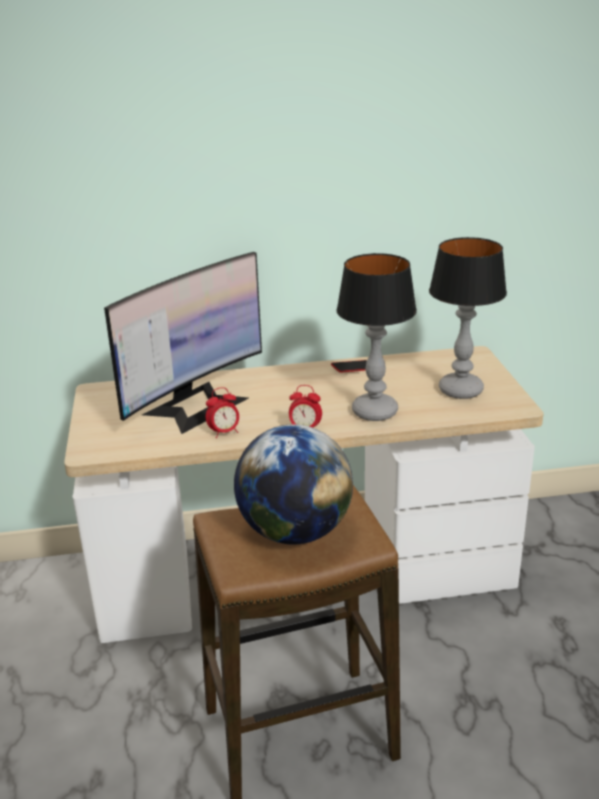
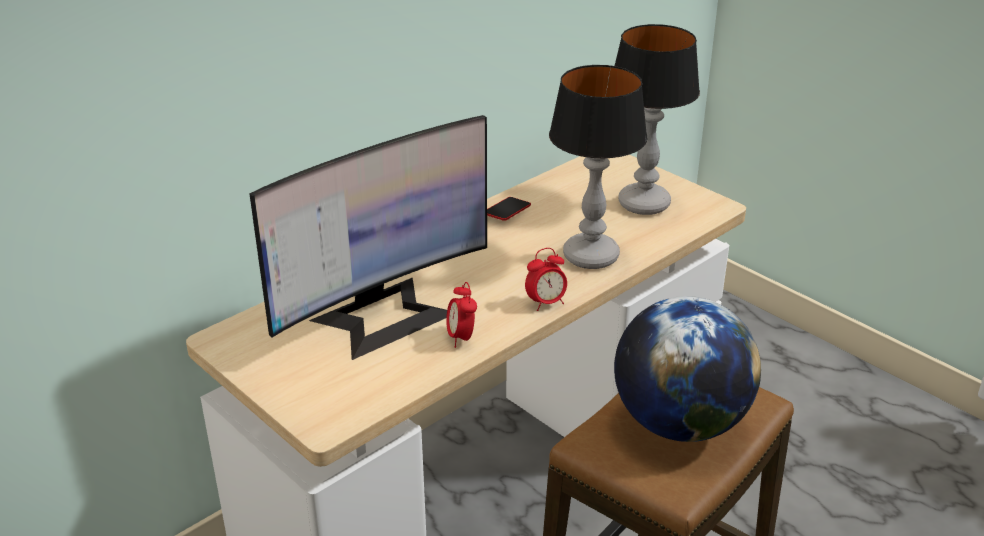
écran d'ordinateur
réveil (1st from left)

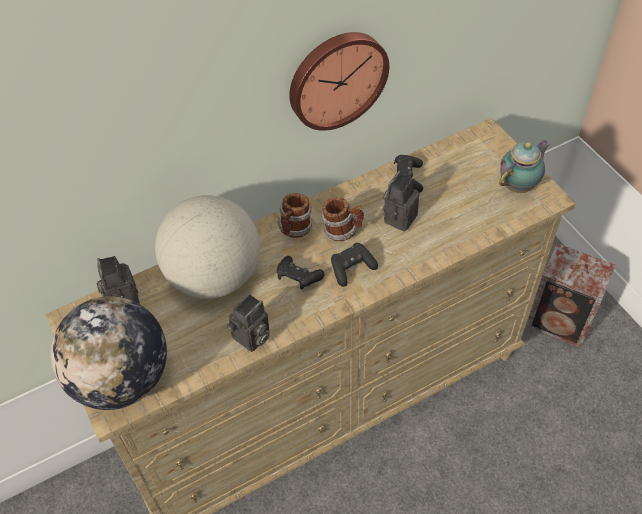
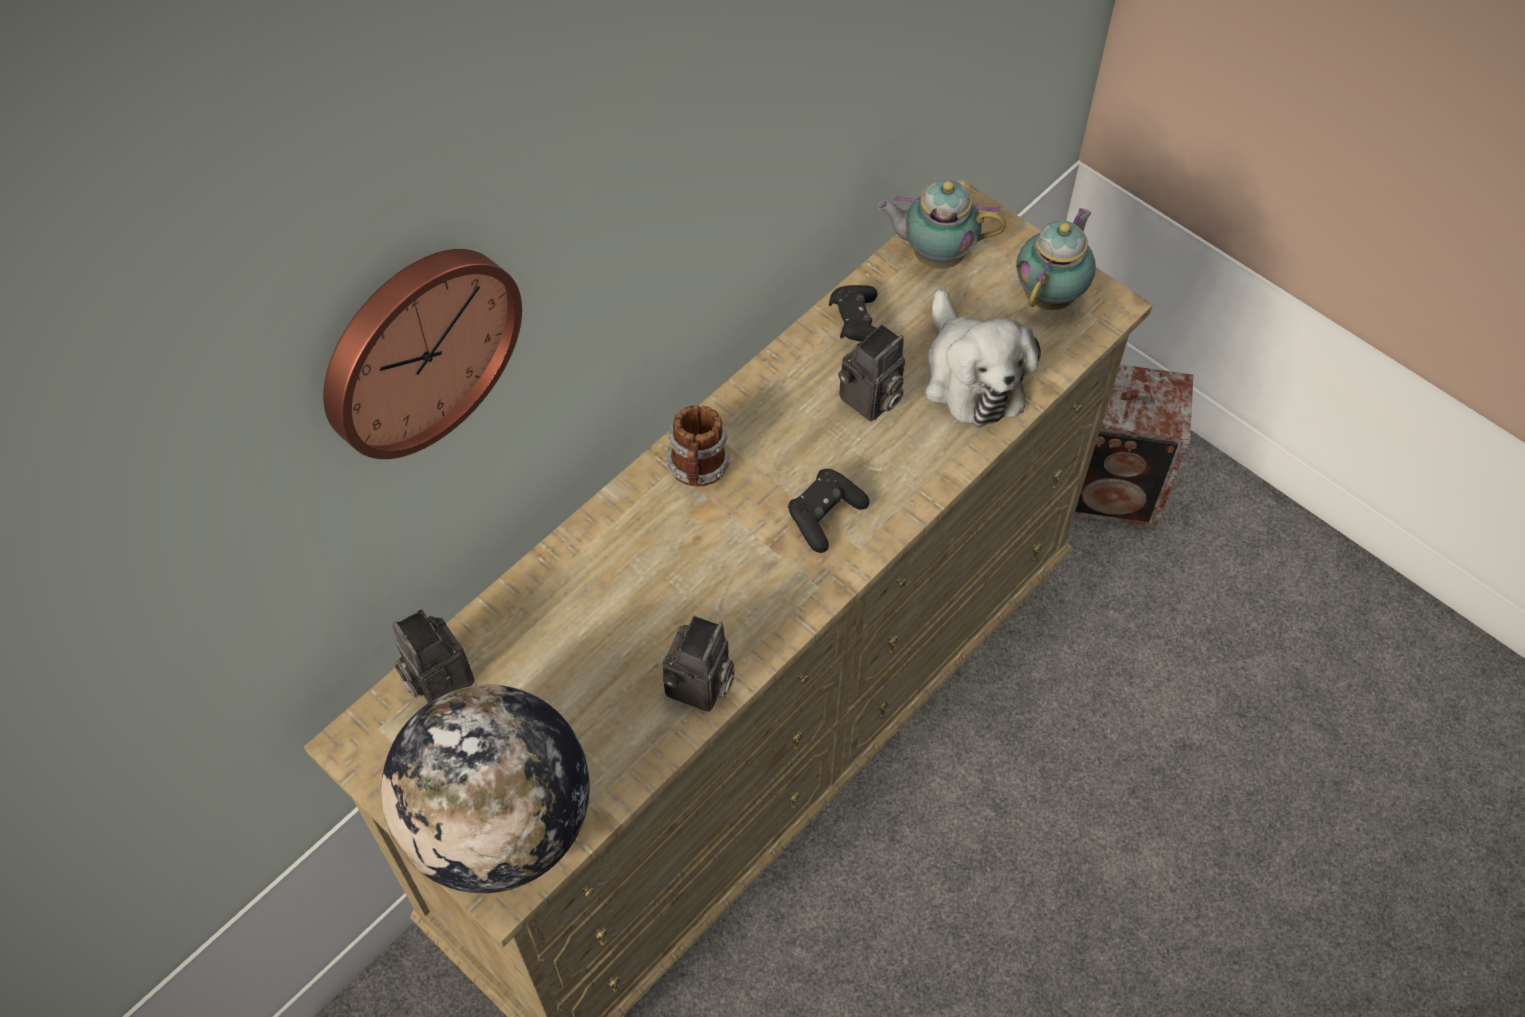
globe (2nd from left in the first image)
manette/noir (1st from left in the first image)
mug (2nd from left in the first image)
théière (1st from left)
peluche
horloge murale
appareil photo (3rd from left)

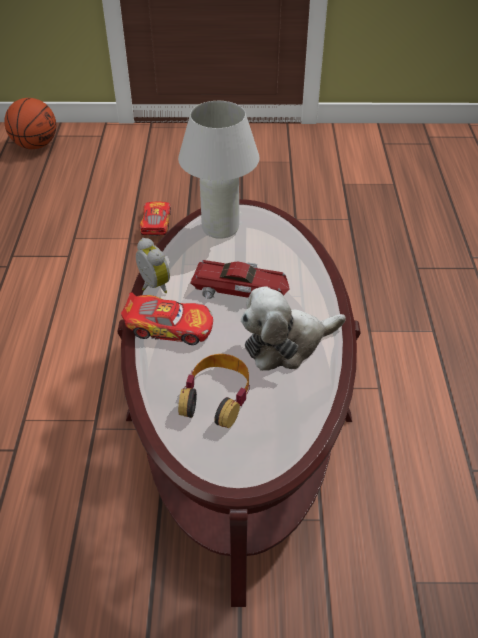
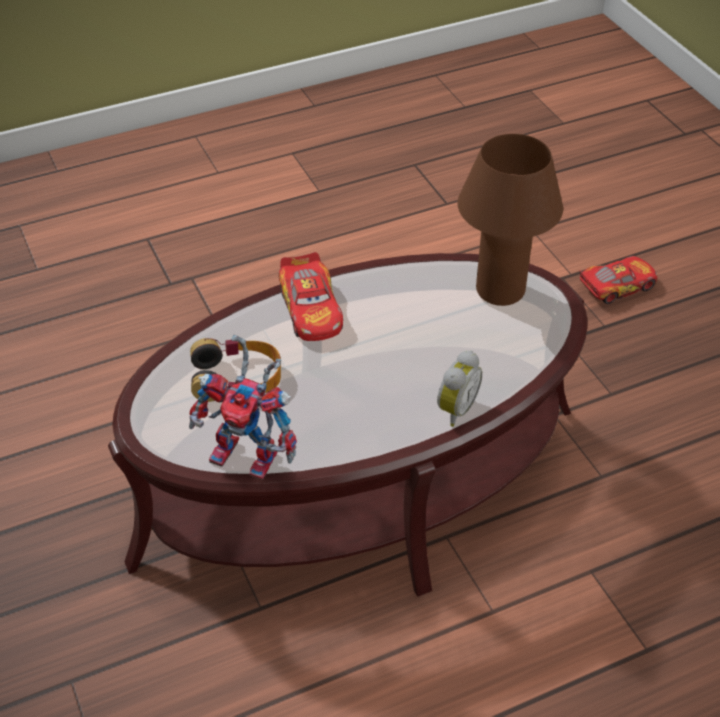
ballon de basket
petite voiture (3rd from left in the first image)
peluche
robot jouet
réveil
lampe de table/marron

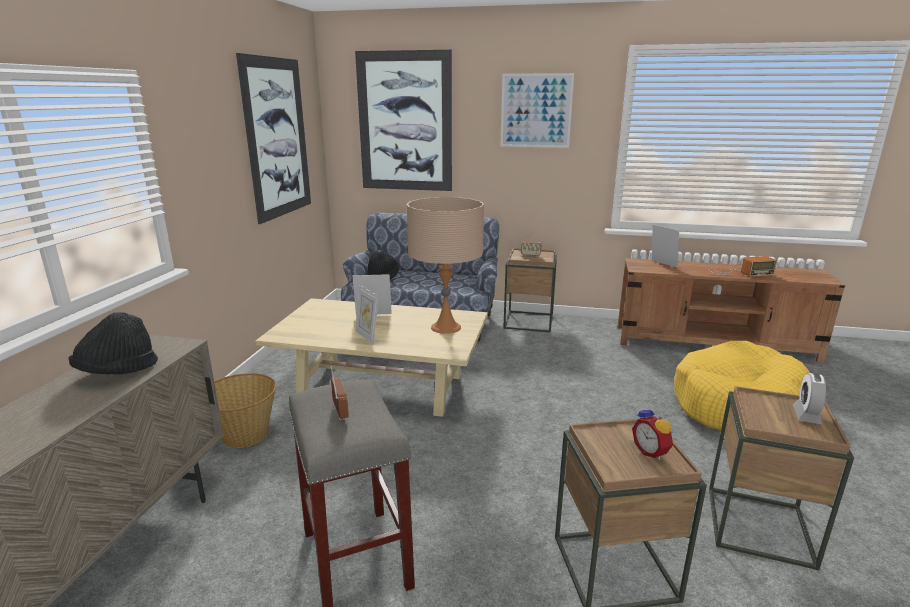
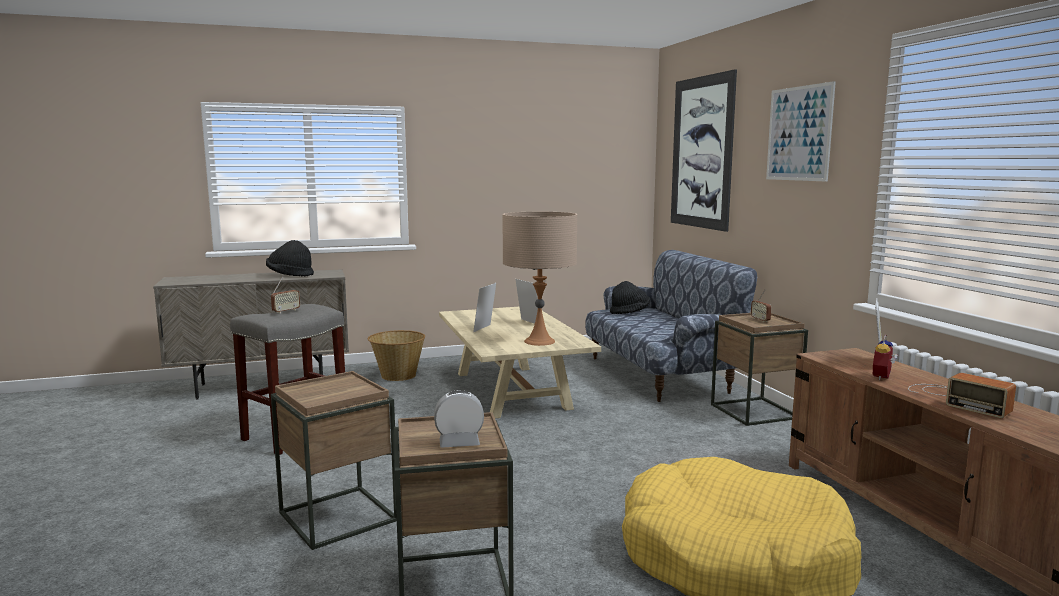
tableau (1st from left in the first image)
réveil (2nd from left)

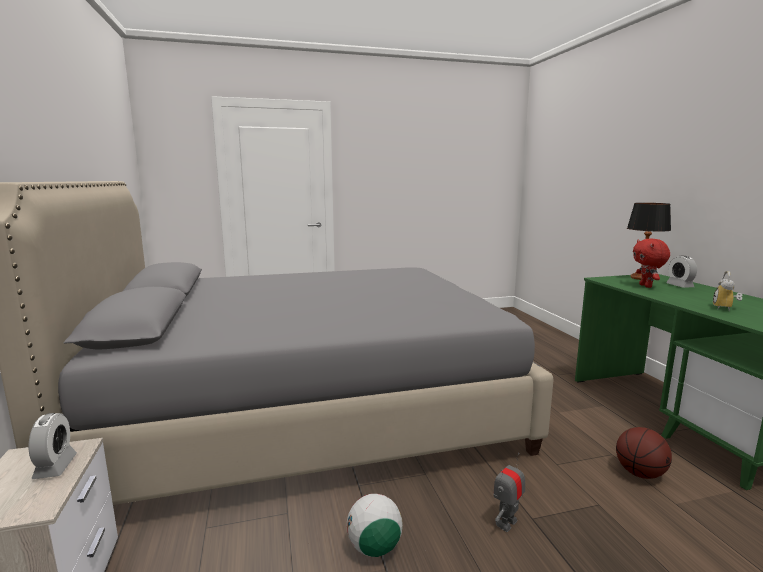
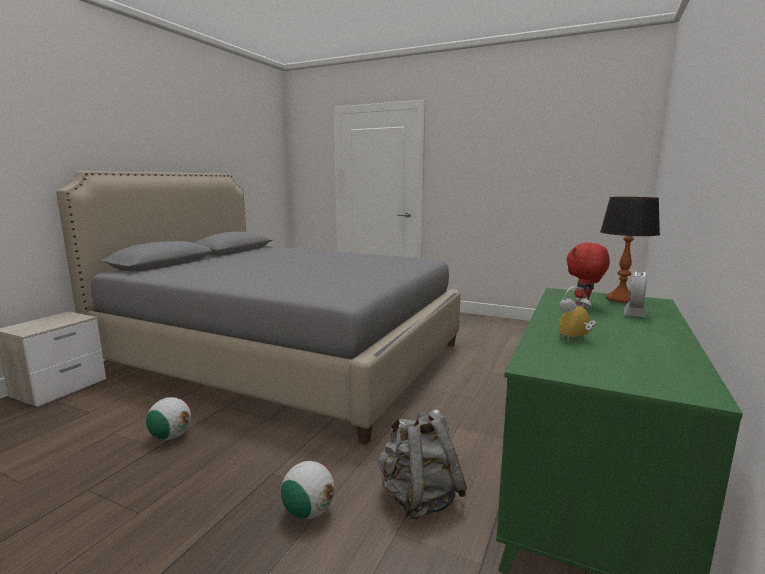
réveil (1st from left in the first image)
robot jouet
ballon de foot (2nd from left)
sac à dos/gris

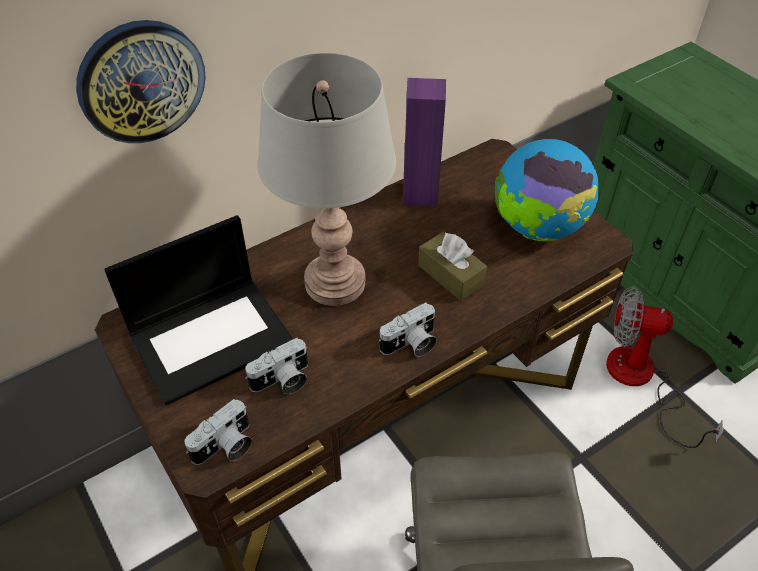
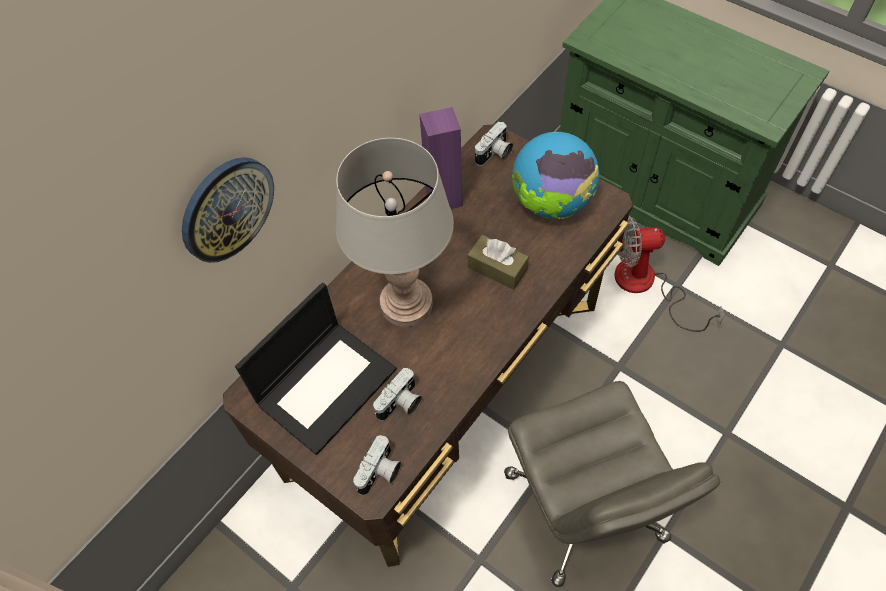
appareil photo (3rd from left)

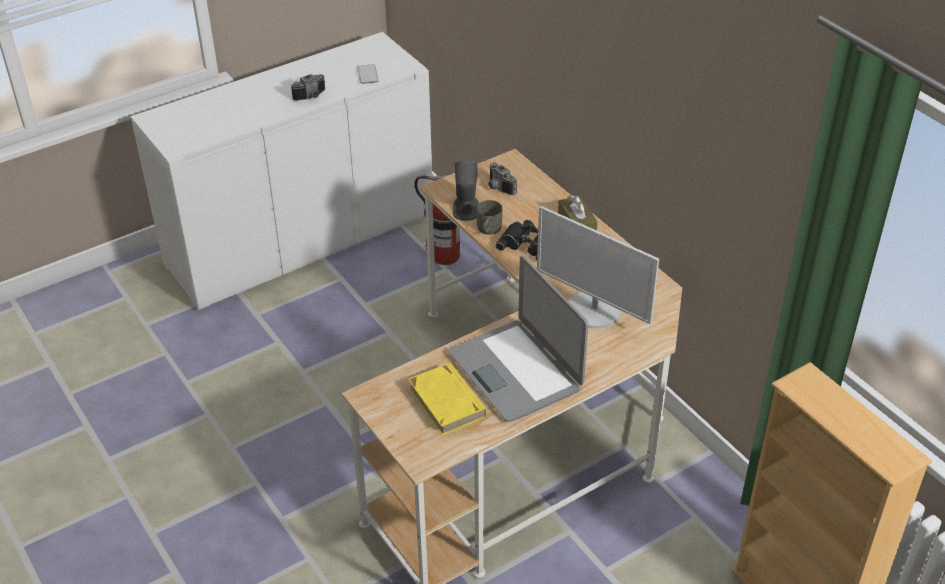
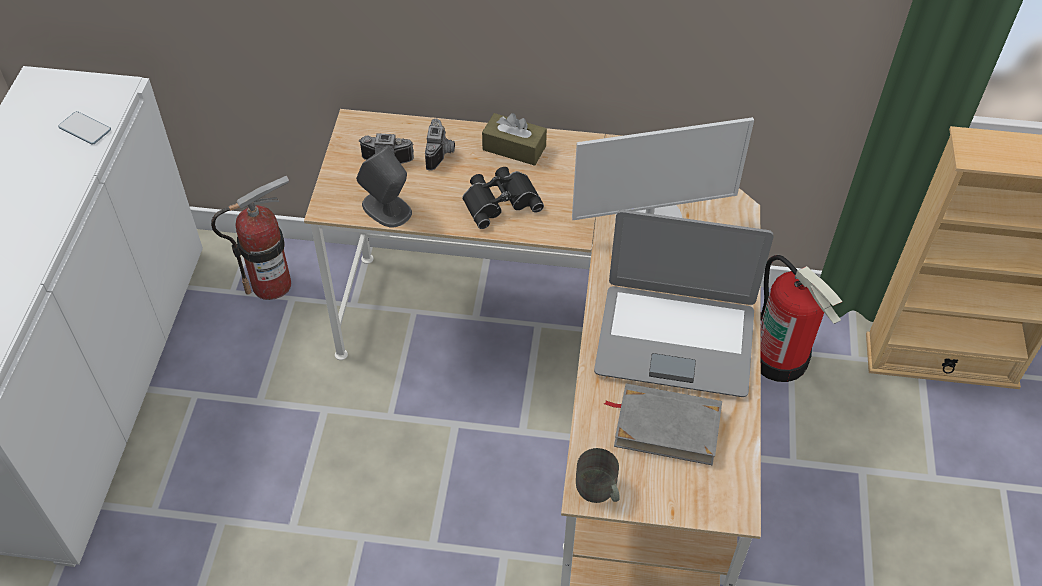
extincteur (2nd from left)
appareil photo (2nd from left)
mug/gris
livre/gris

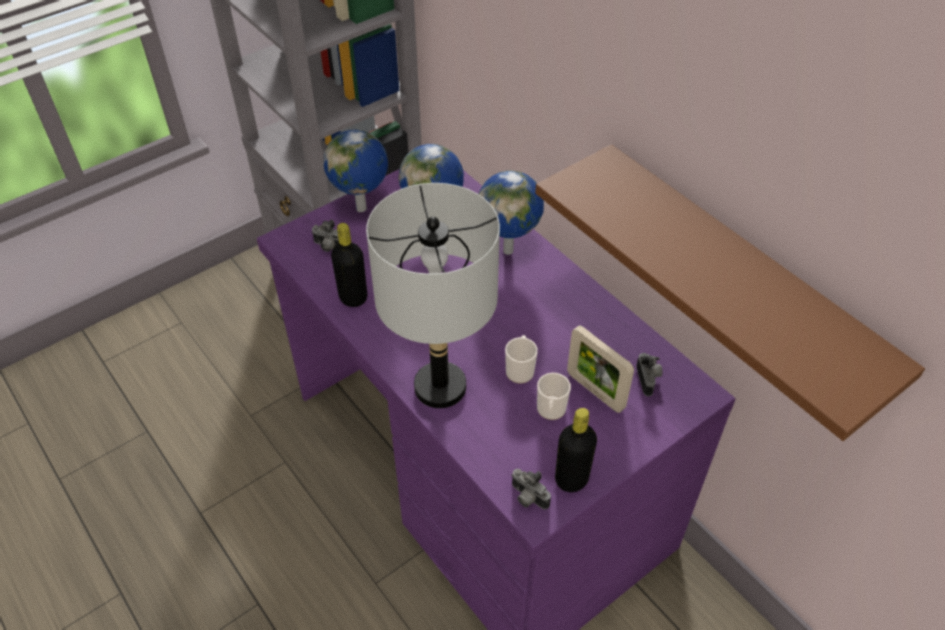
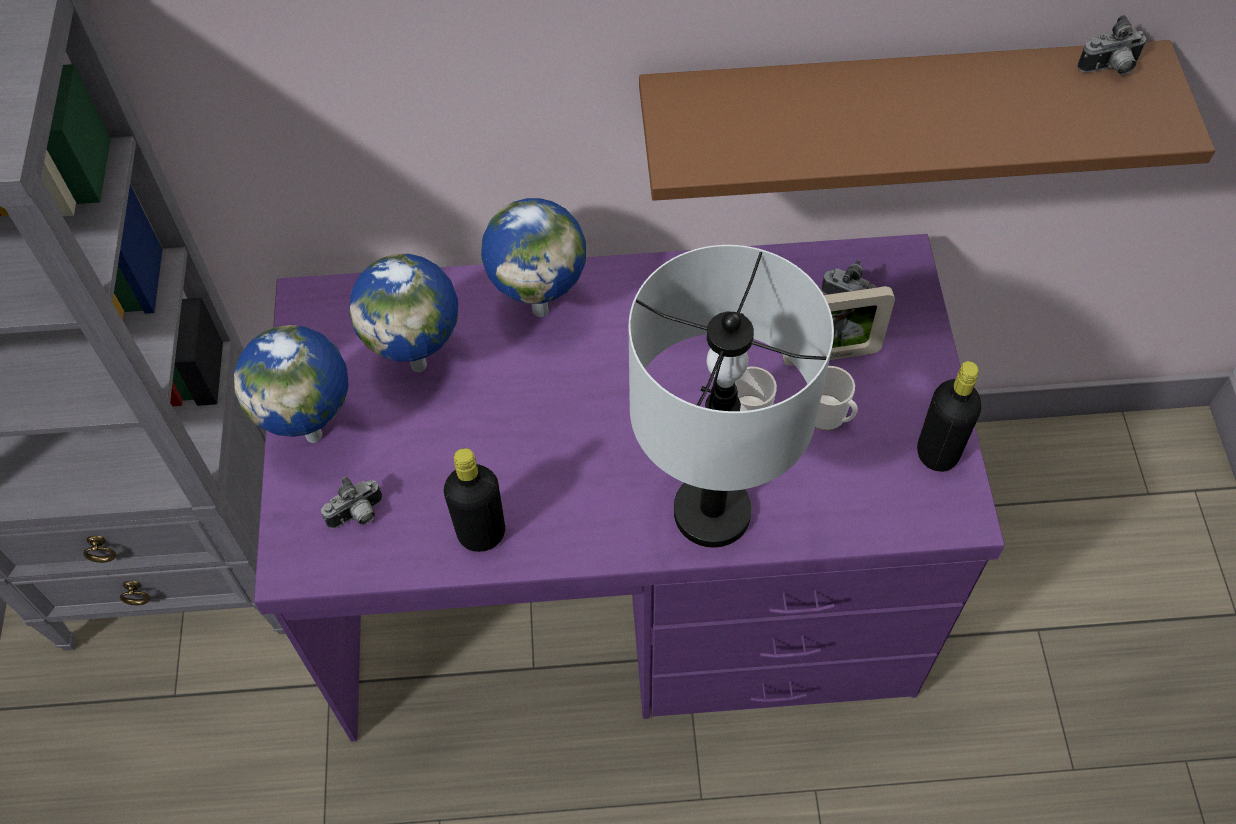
appareil photo (3rd from left)

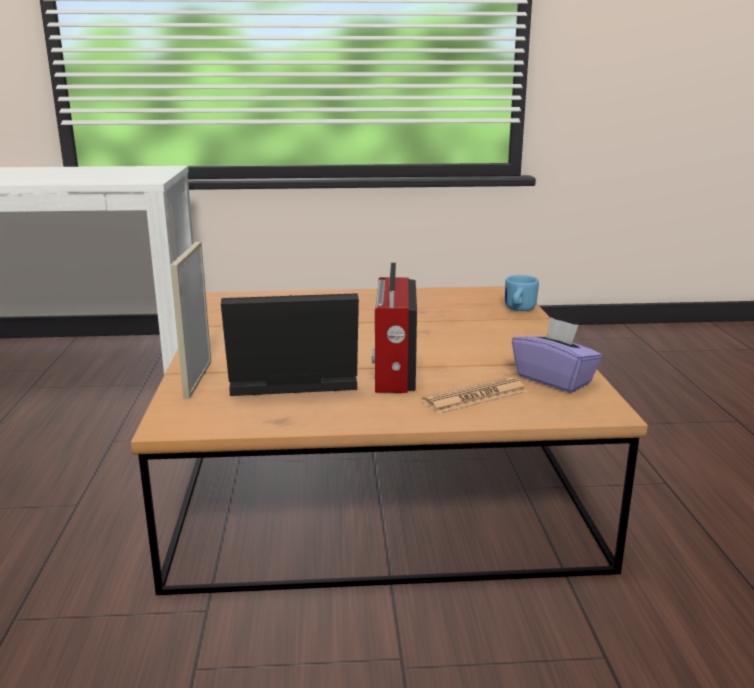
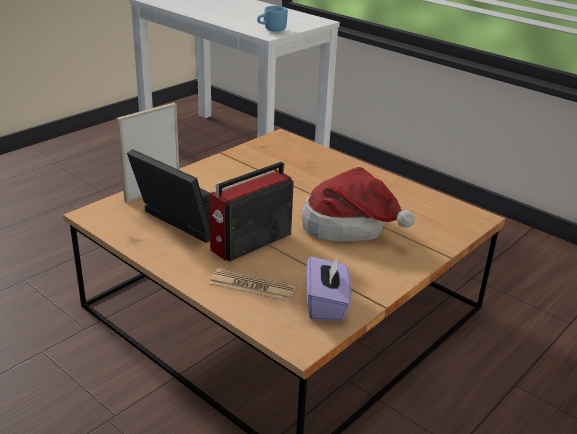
chapeau
mug/bleu

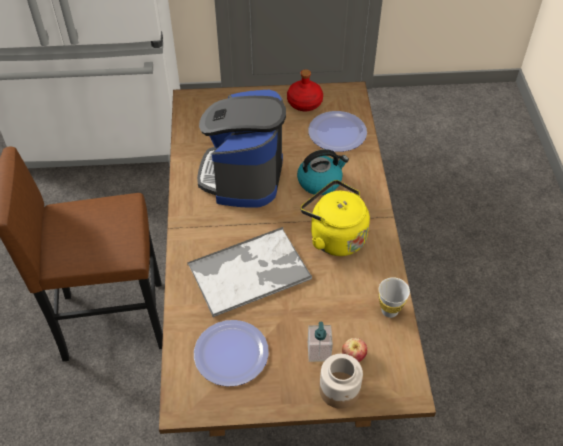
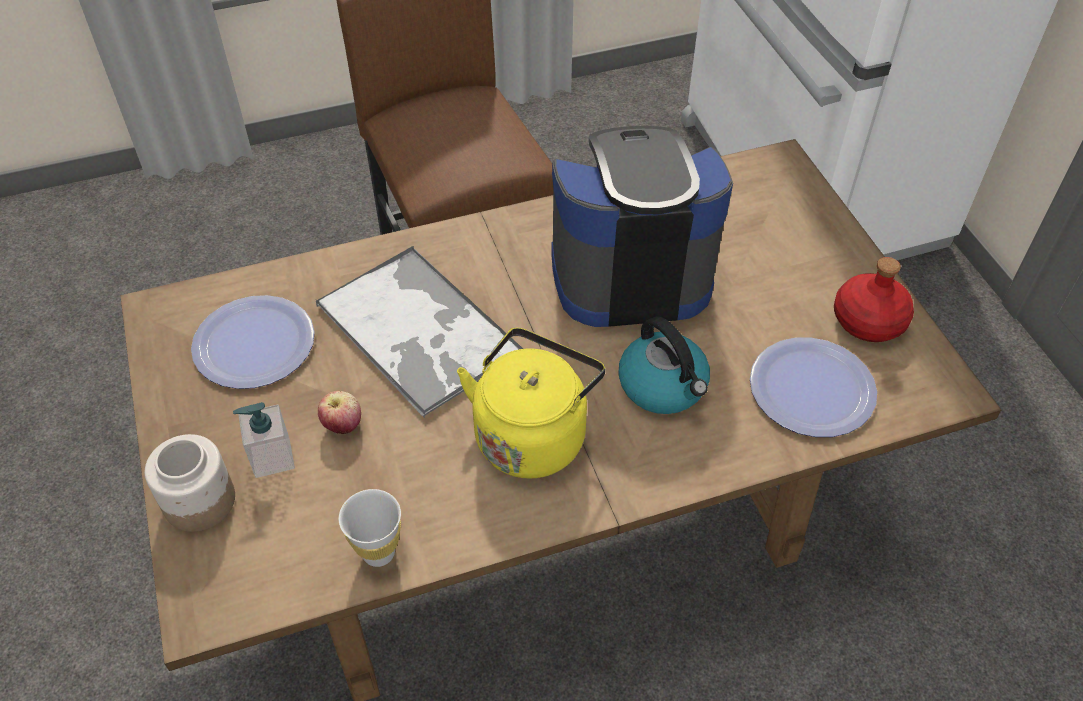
pomme

